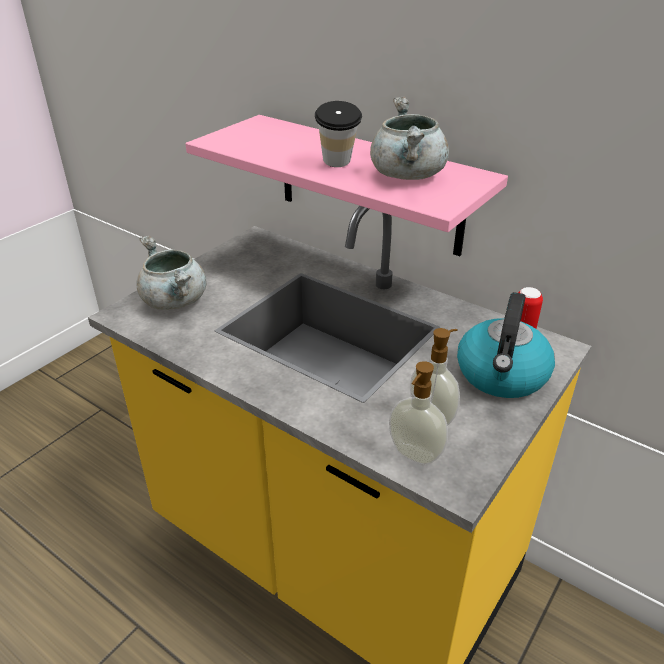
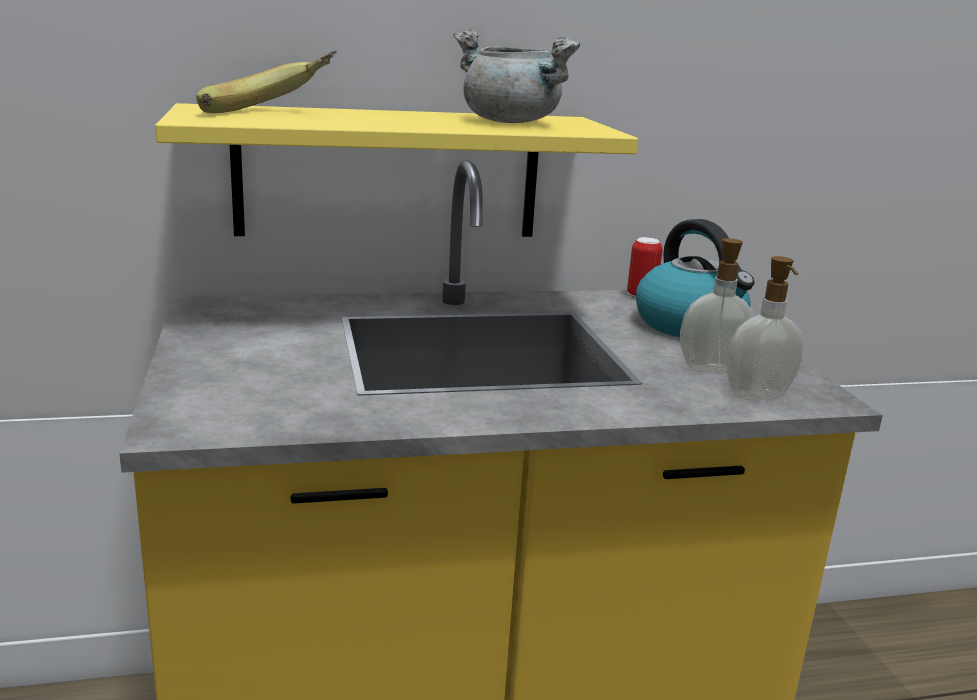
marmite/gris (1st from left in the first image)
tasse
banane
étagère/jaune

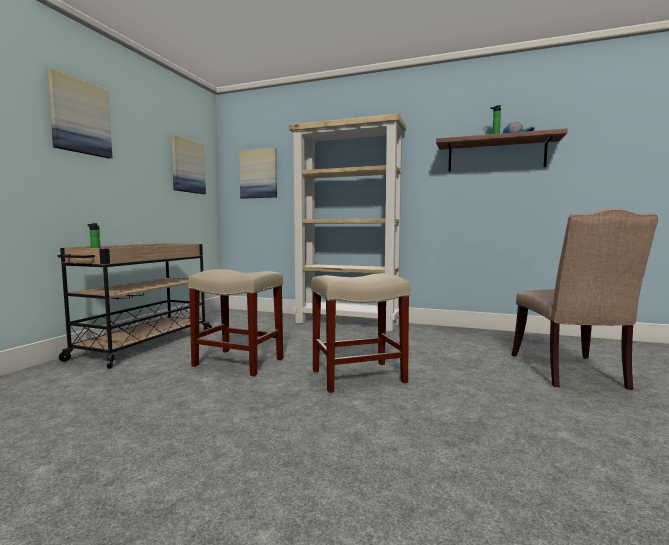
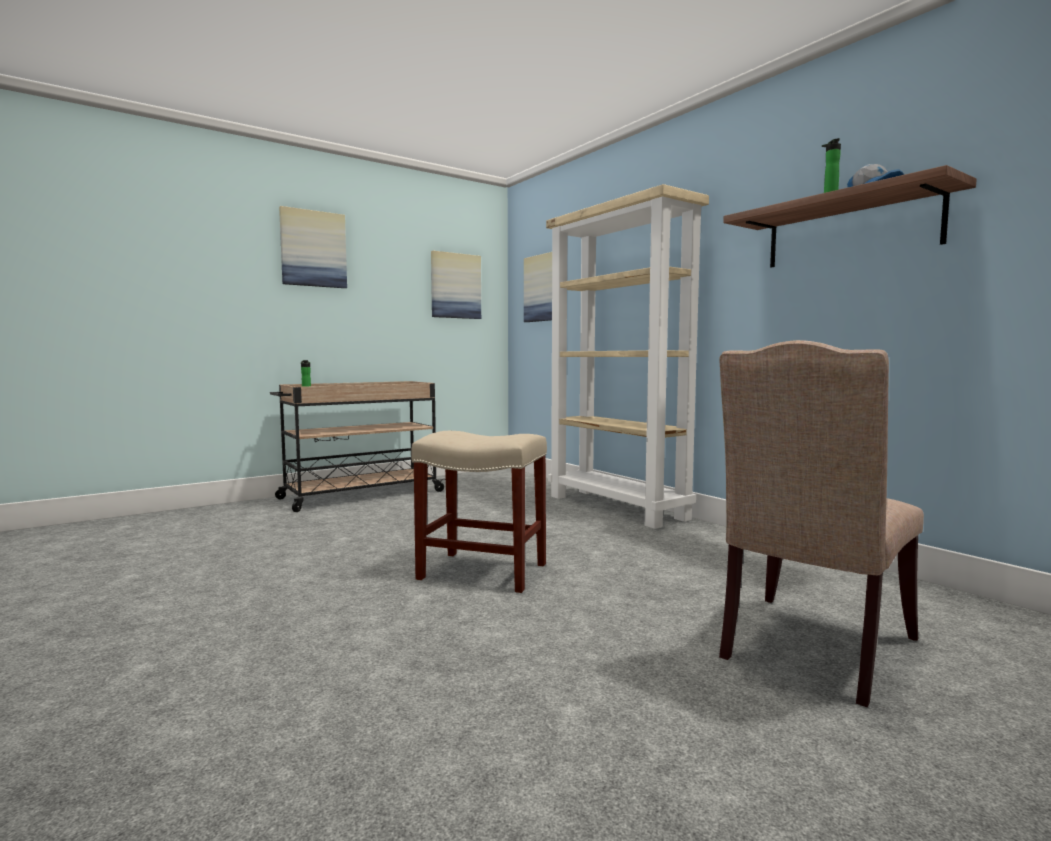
tabouret/beige (1st from left in the first image)

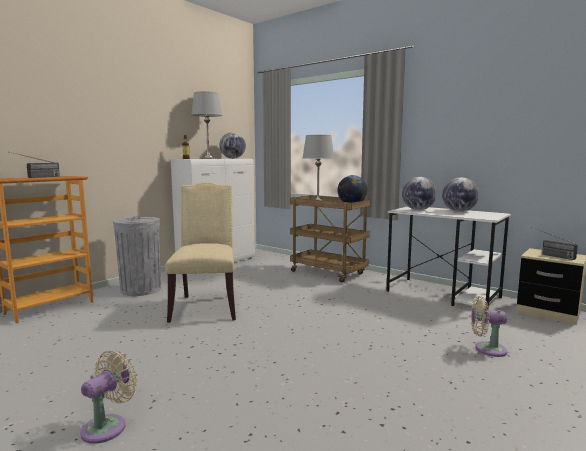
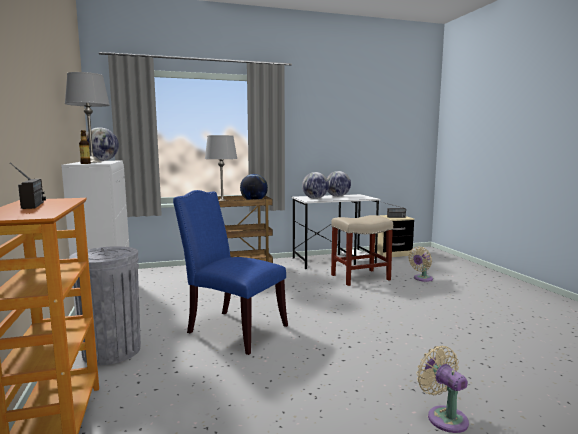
tabouret/beige
chaise/bleu

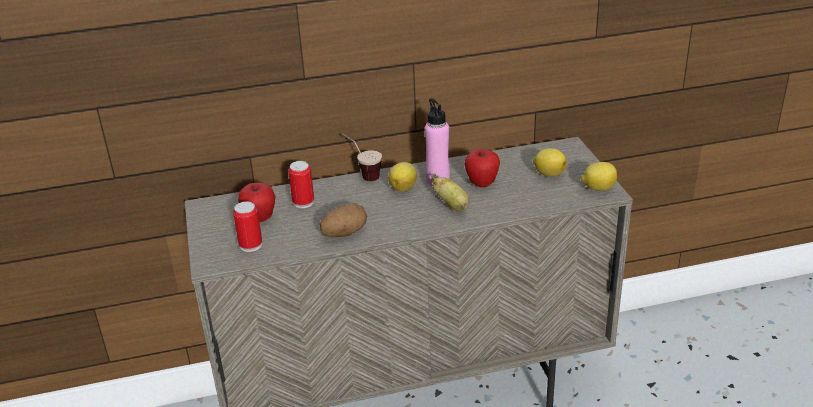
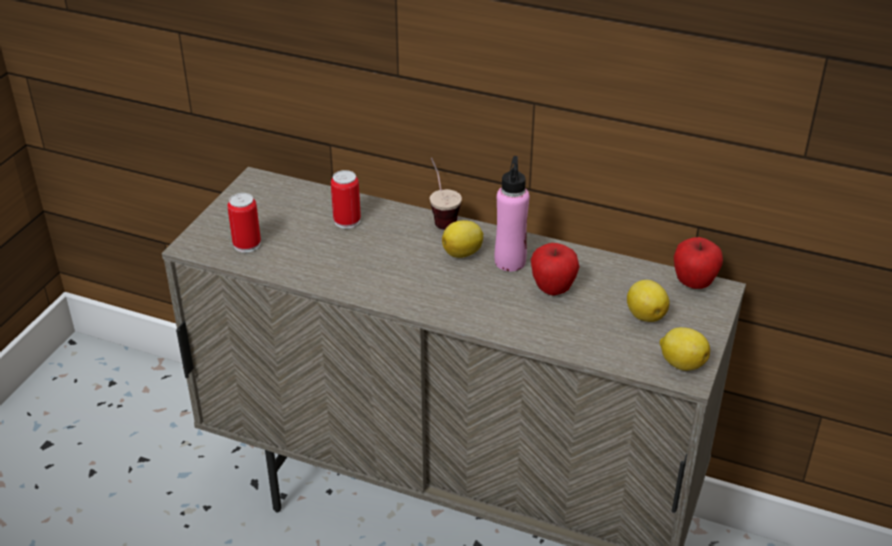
pomme de terre
banane
pomme (2nd from left)

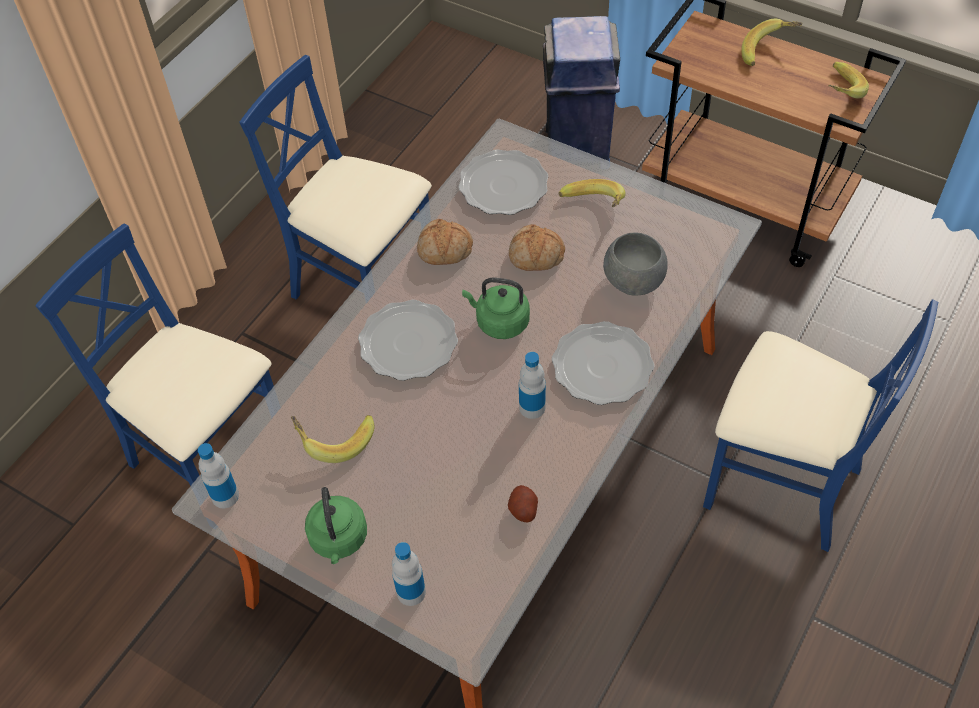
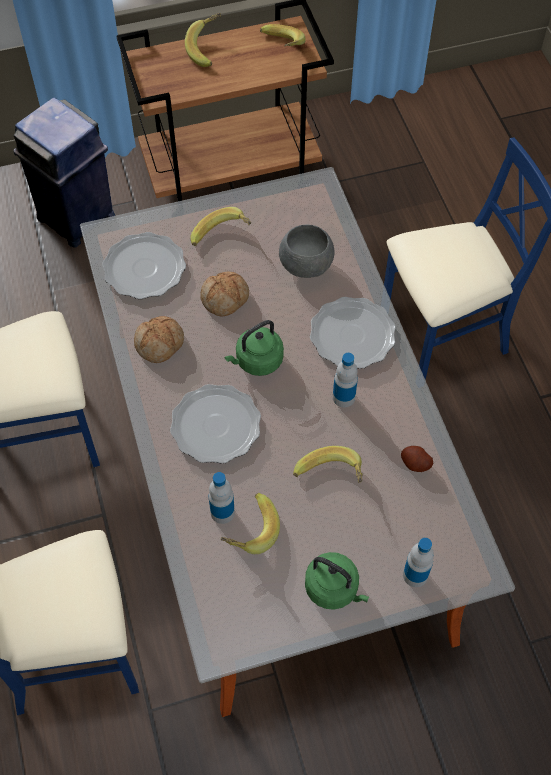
banane (5th from left)
bouteille (1st from left)

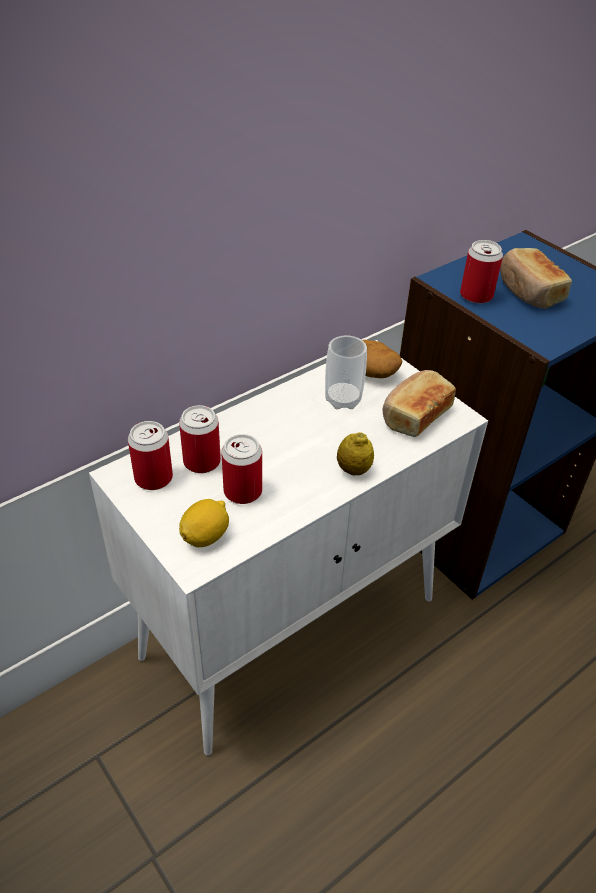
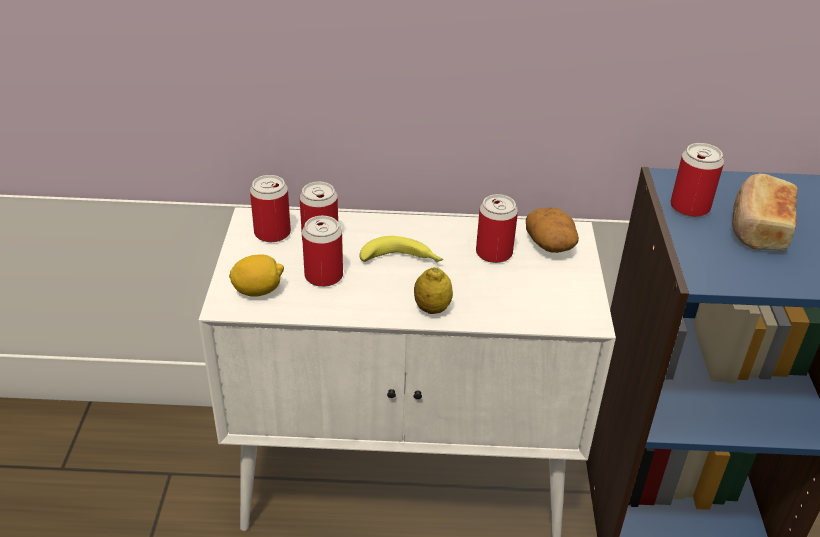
pain (1st from left in the first image)
banane
boîte métallique (4th from left)

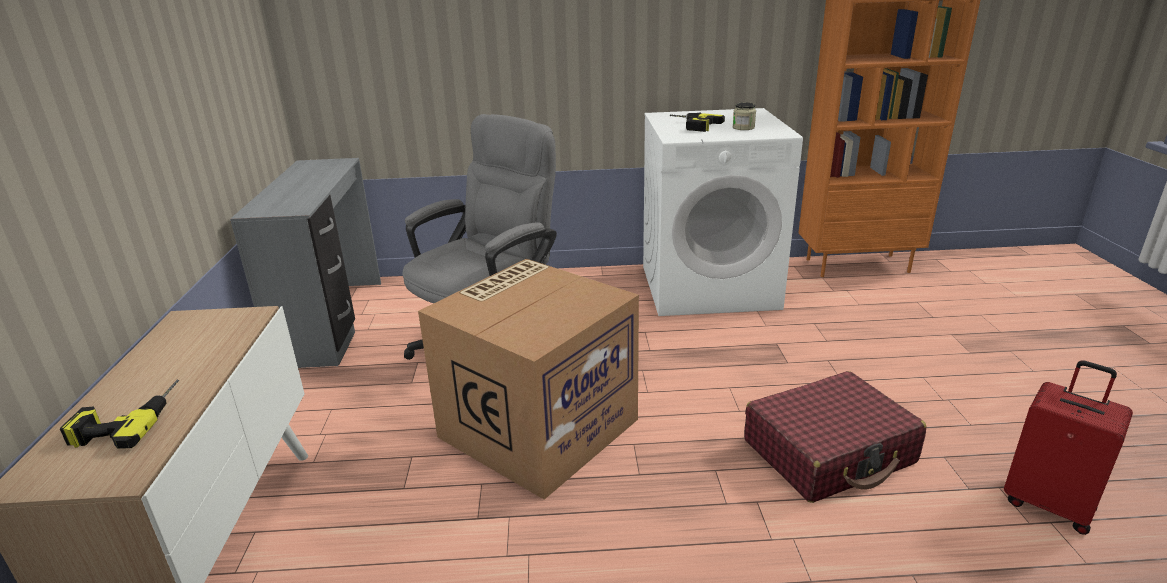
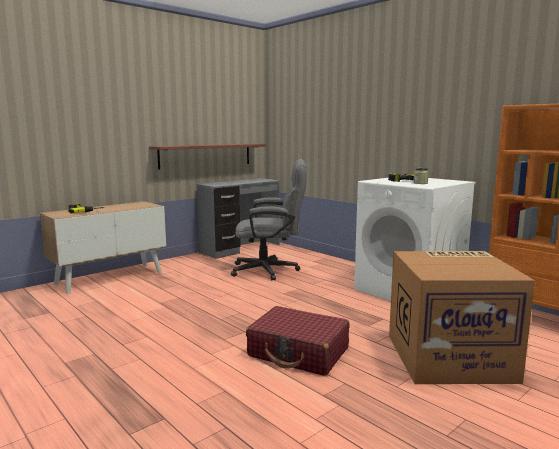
valise/rouge (2nd from left in the first image)
étagère/marron
carton

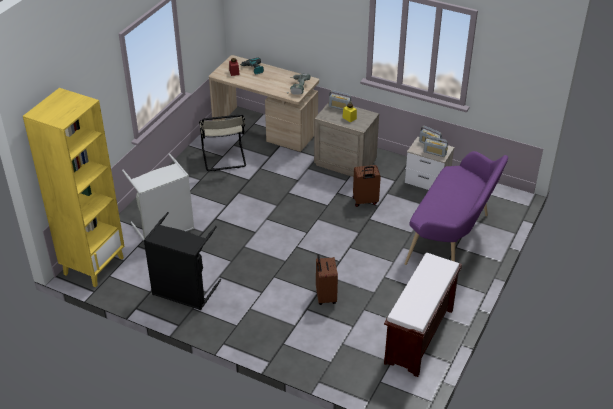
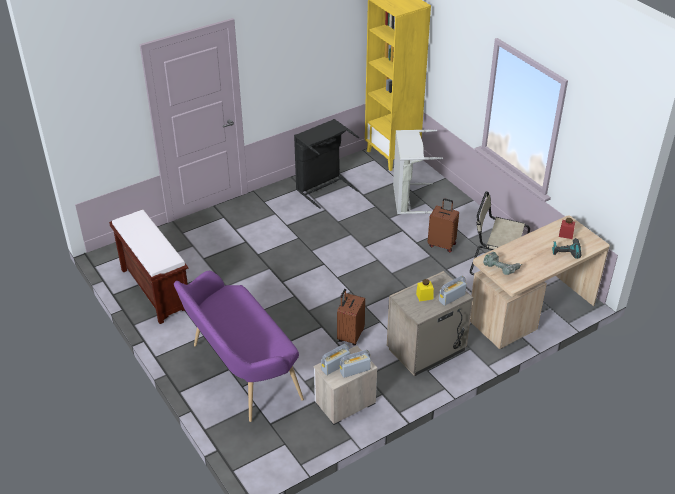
valise/marron (2nd from left)

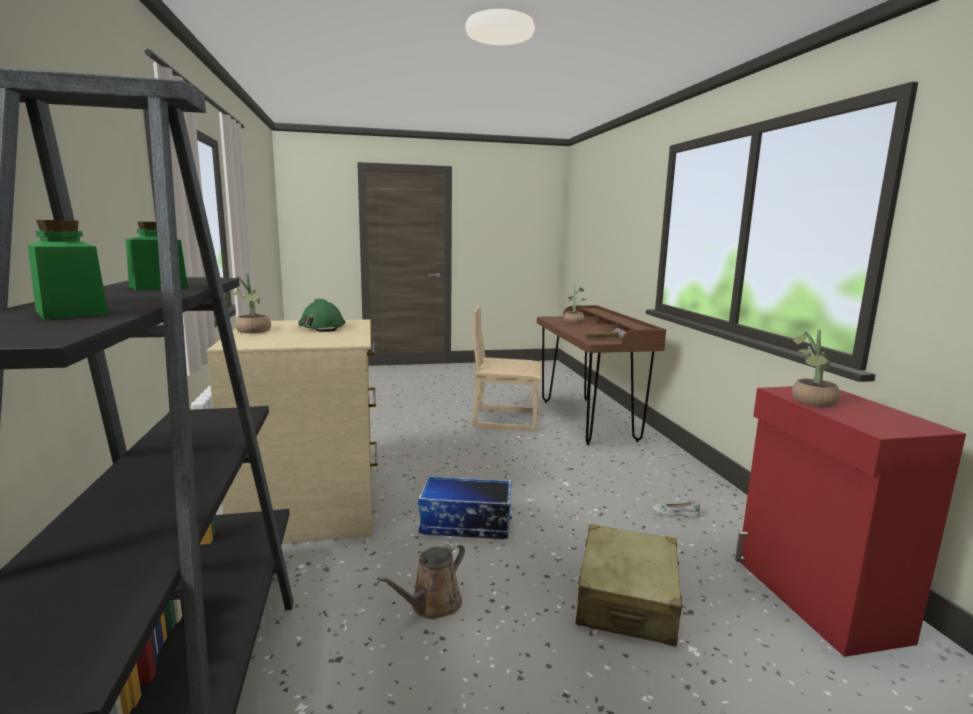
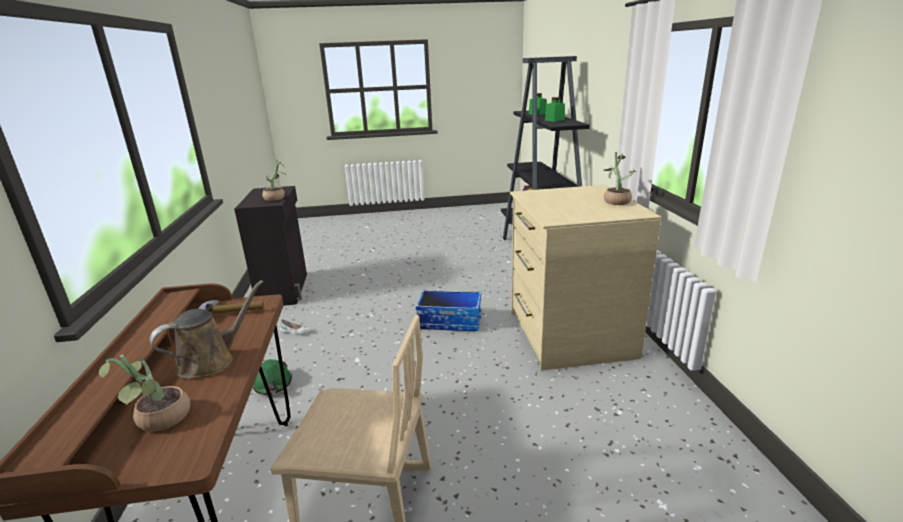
valise/beige
casque de chantier/vert
arrosoir/marron
meuble de rangement/noir

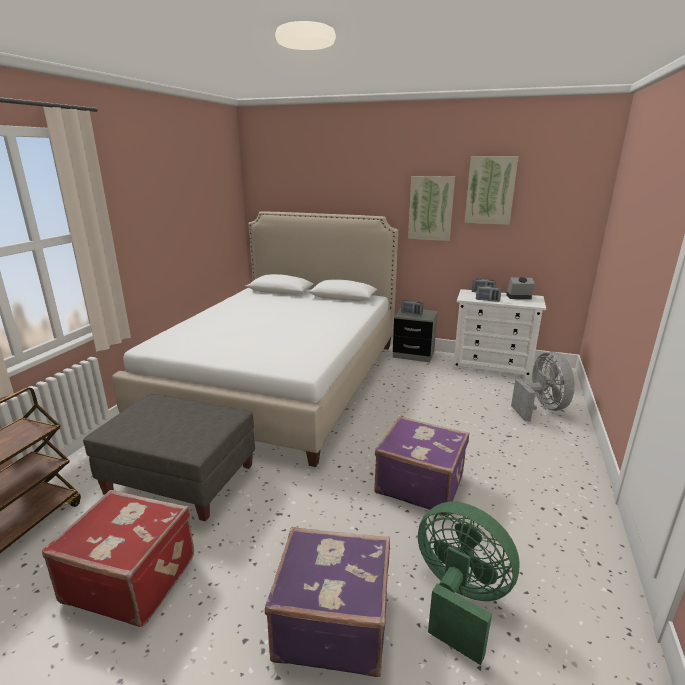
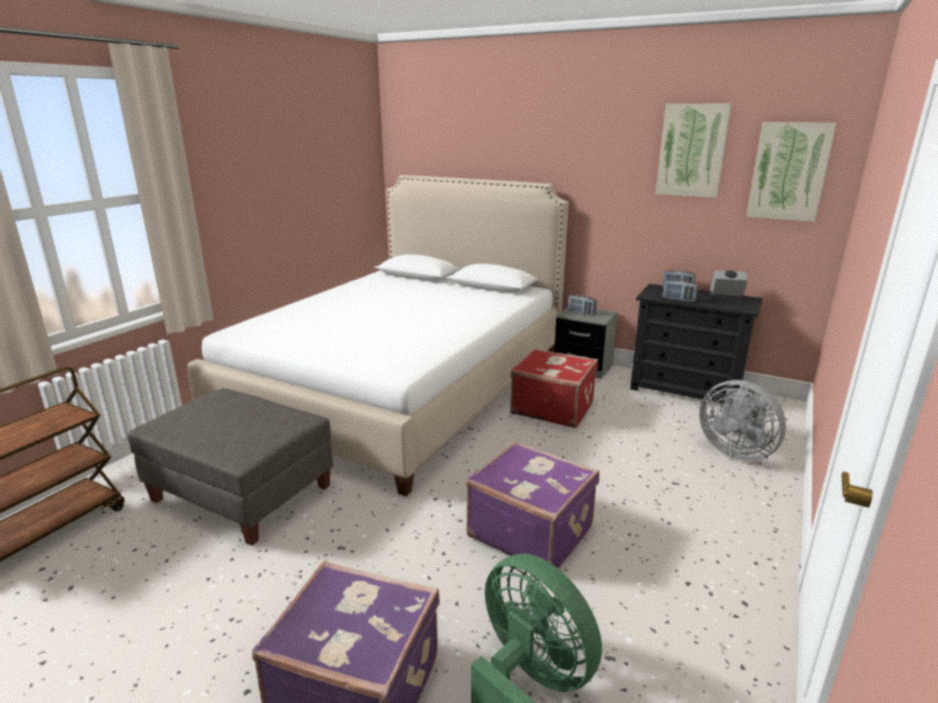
valise/rouge
tableau (2nd from left)
commode/noir
ventilateur/gris

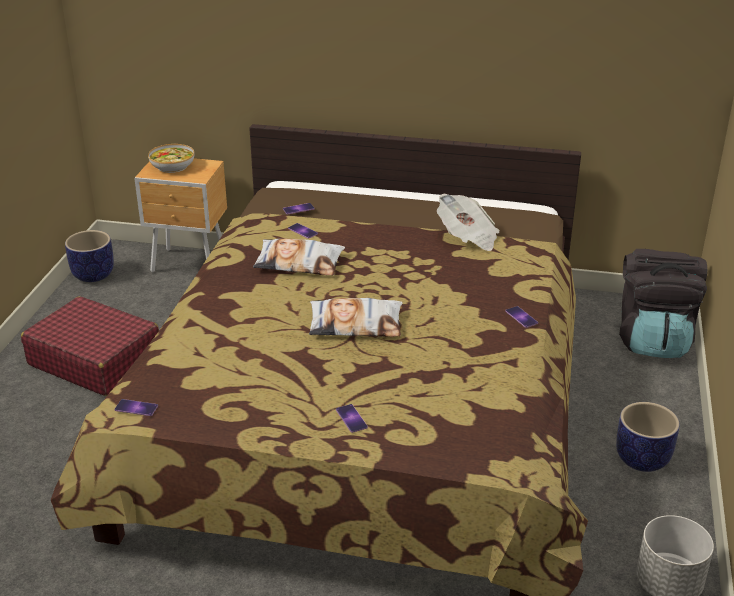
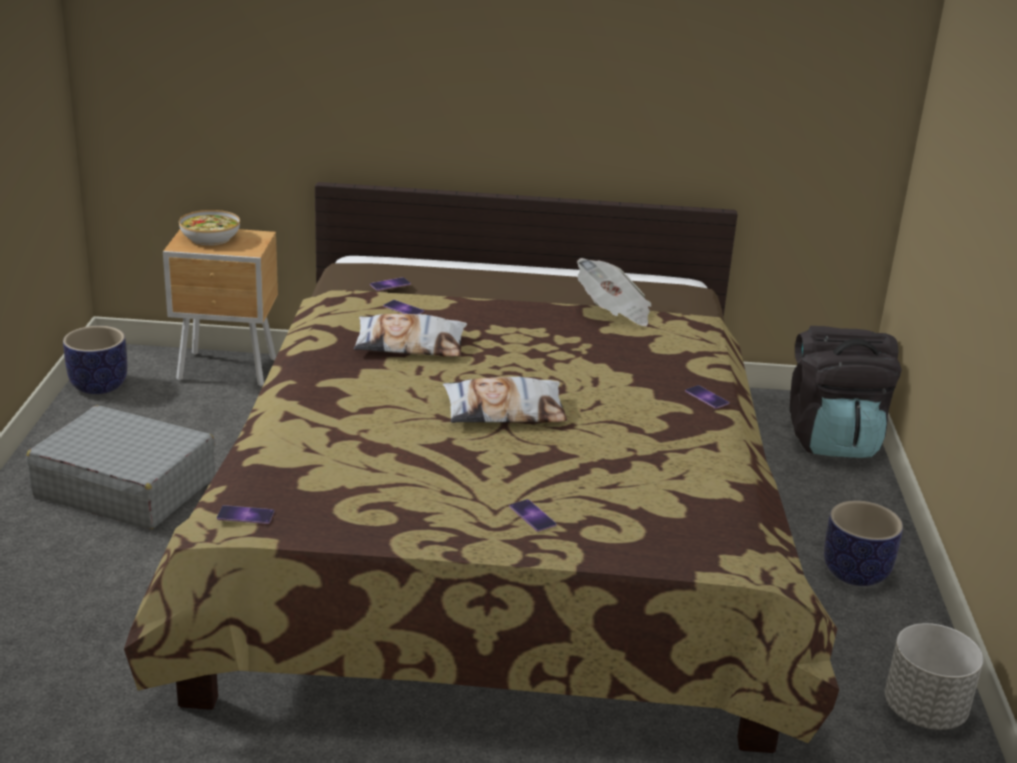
valise/gris

